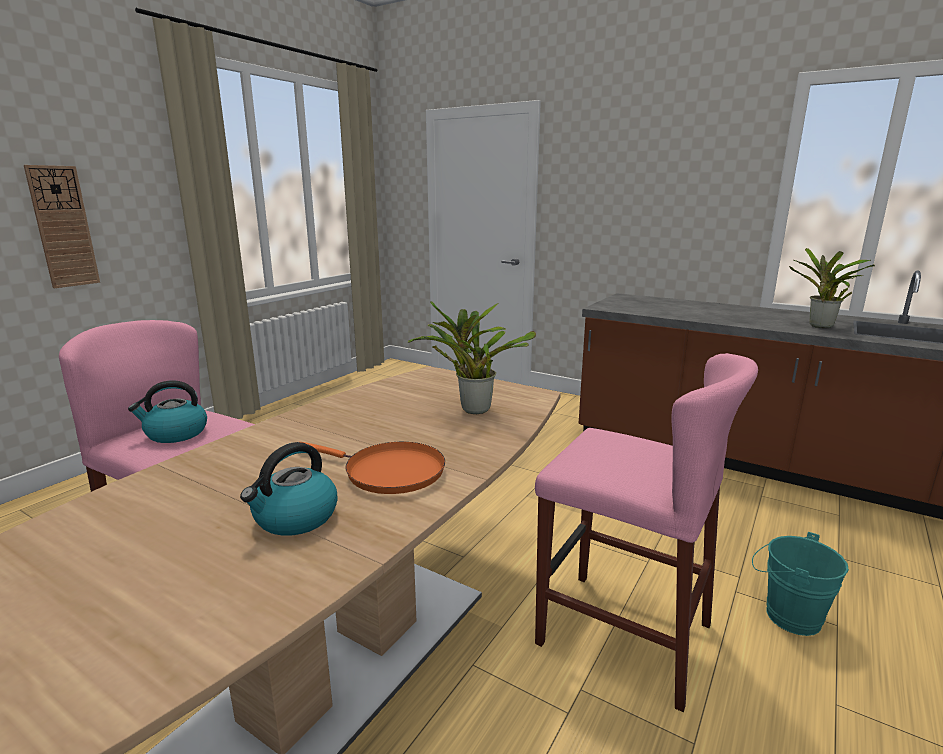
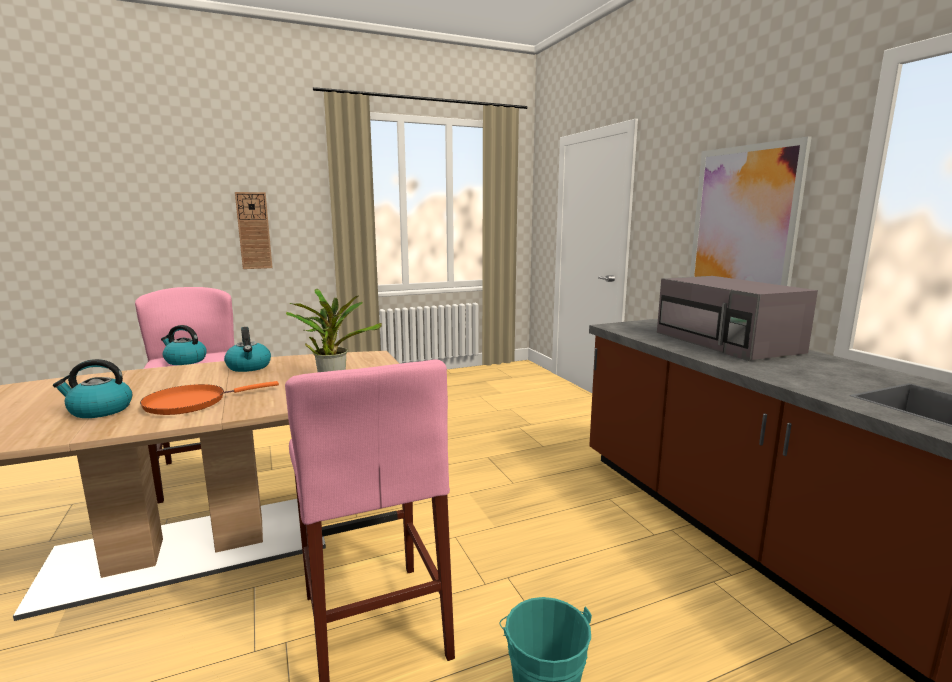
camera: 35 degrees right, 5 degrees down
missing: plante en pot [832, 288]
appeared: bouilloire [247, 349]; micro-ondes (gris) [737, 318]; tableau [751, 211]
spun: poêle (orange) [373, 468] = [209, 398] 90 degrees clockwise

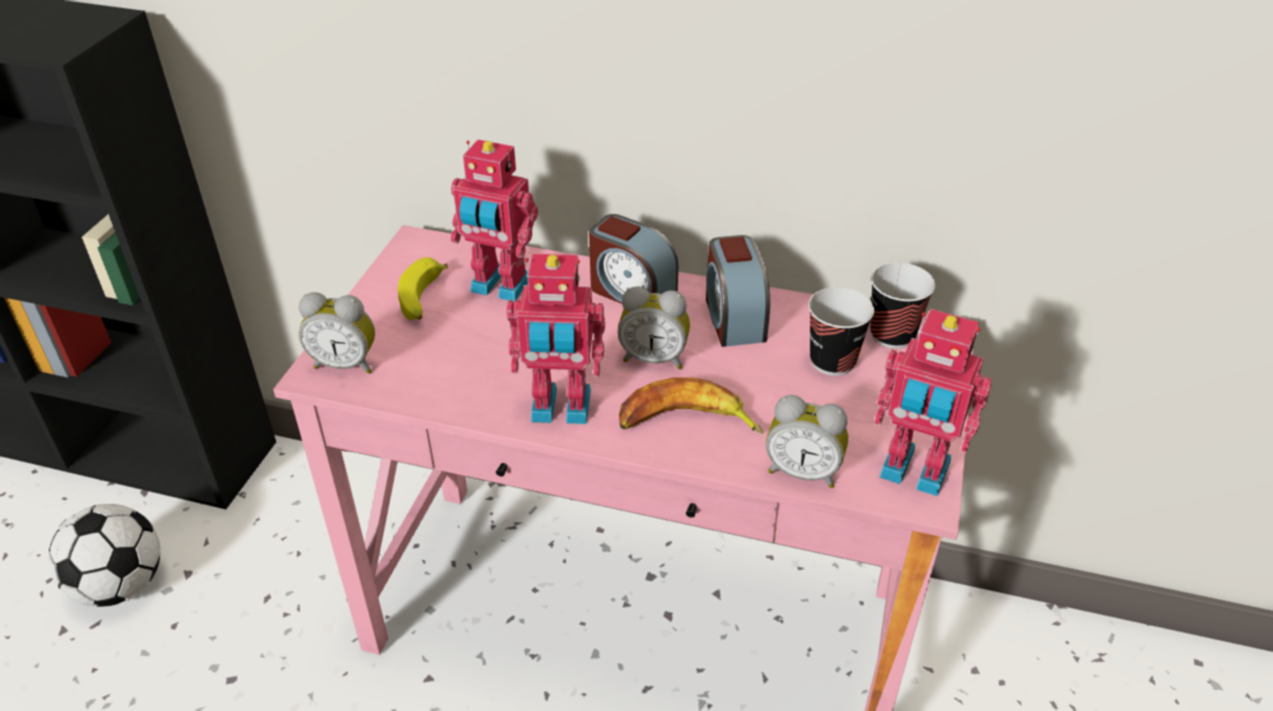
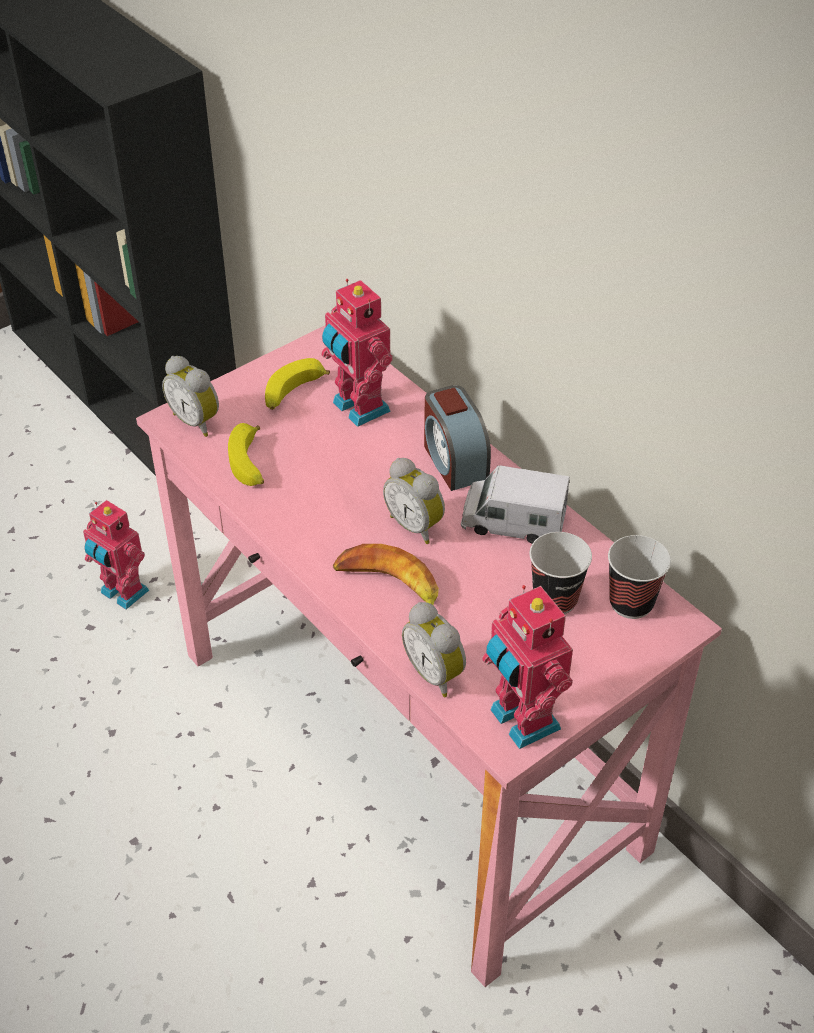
camera: 35 degrees right, 5 degrees up
missing: ballon de foot [104, 555]
appeared: banane [246, 454]
relocated: robot jouet [555, 339] to [116, 555]
exchanged: réveil [738, 291] to camion jouet [515, 504]

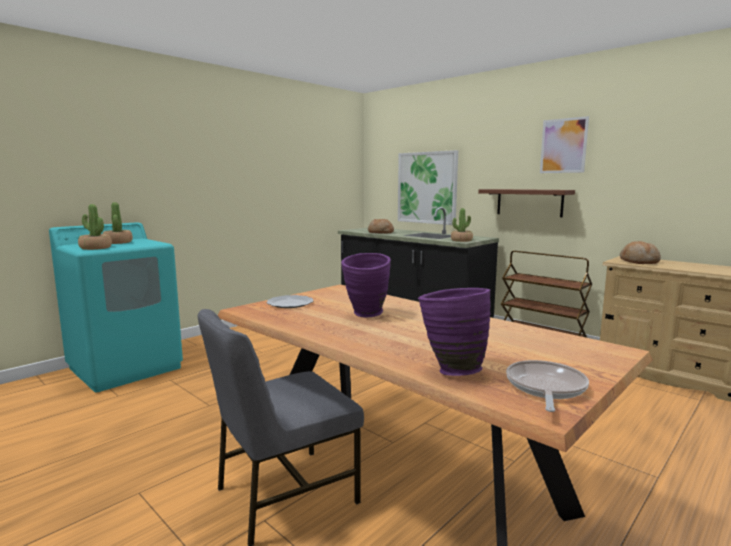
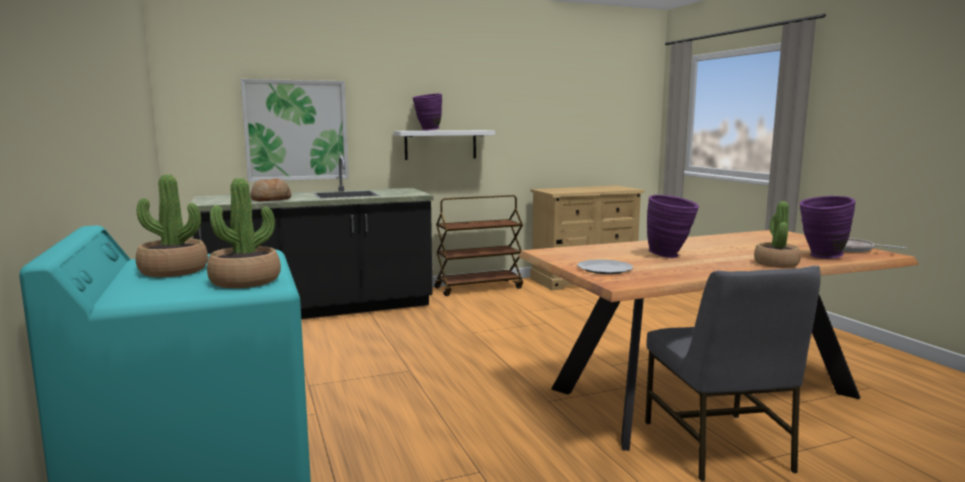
camera: 65 degrees left, 0 degrees up
missing: tableau [564, 144]; pain [640, 252]
appeared: vase (violet) [427, 112]
relocated: plante en pot [462, 225] to [777, 234]
colour: étagère (marron) [526, 203] to étagère (blanc) [444, 145]

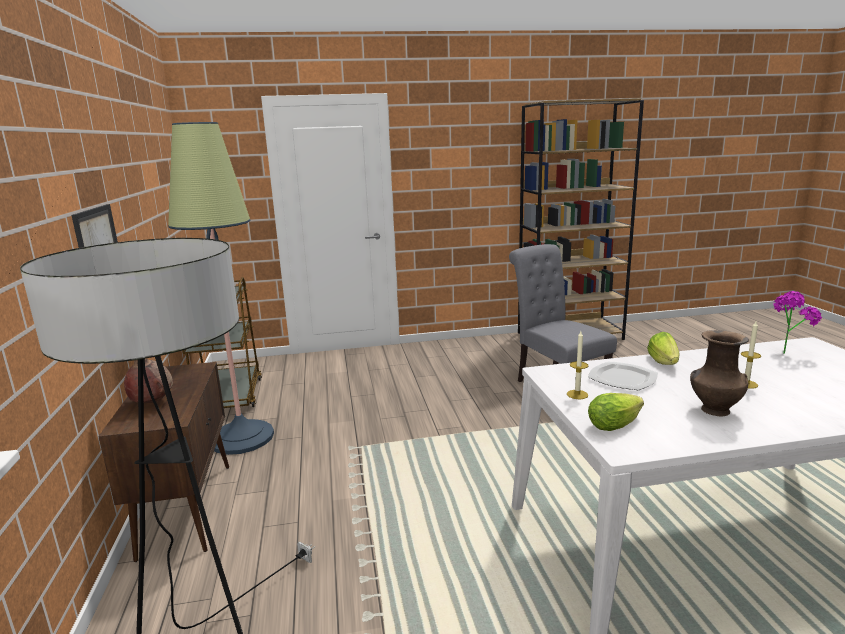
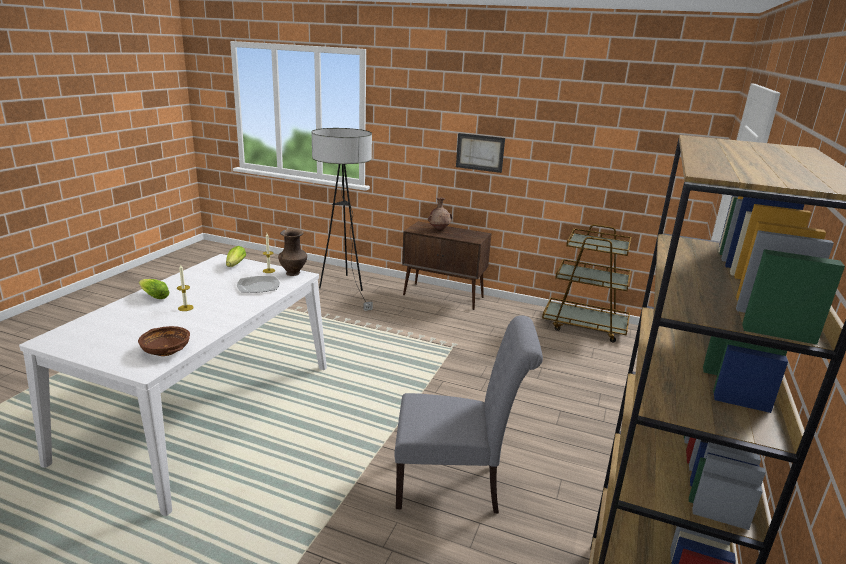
camera: 120 degrees right, 5 degrees up
missing: lampadaire [221, 288]
relocated: laitue [663, 348] to [154, 289]; vase (marron) [719, 373] to [292, 252]
exchanged: plante en pot [798, 322] to bol (marron) [164, 341]

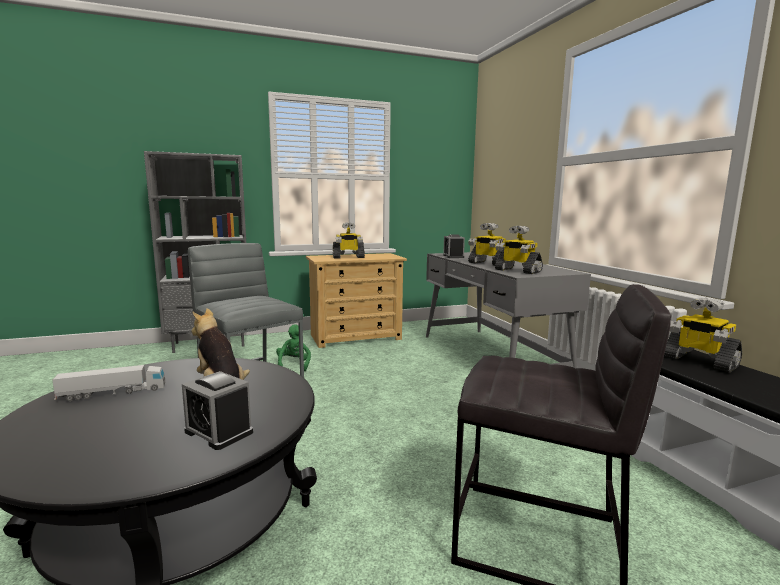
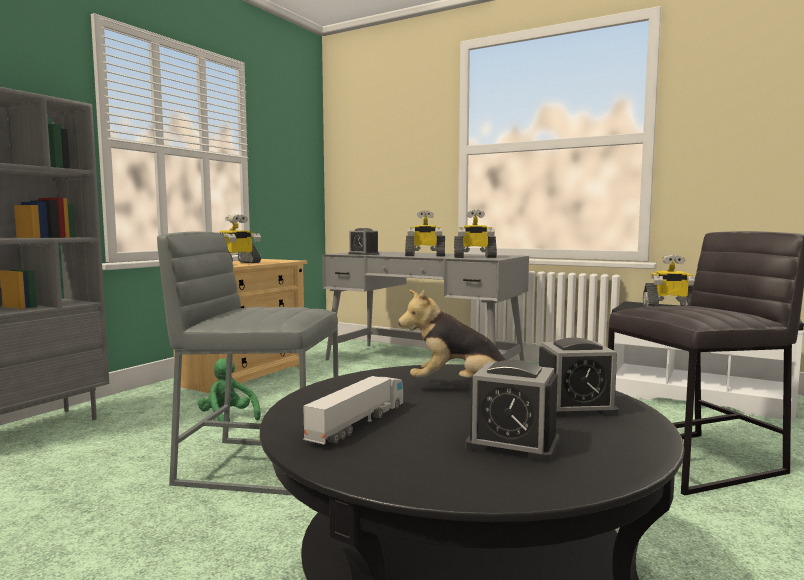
camera: 40 degrees left, 5 degrees down
appeared: réveil [512, 411]

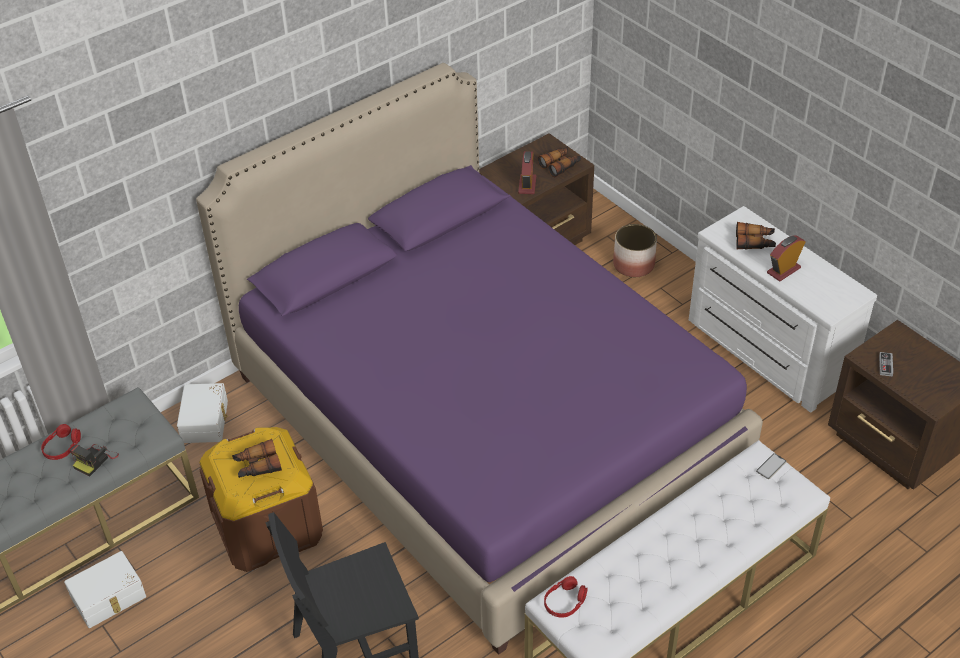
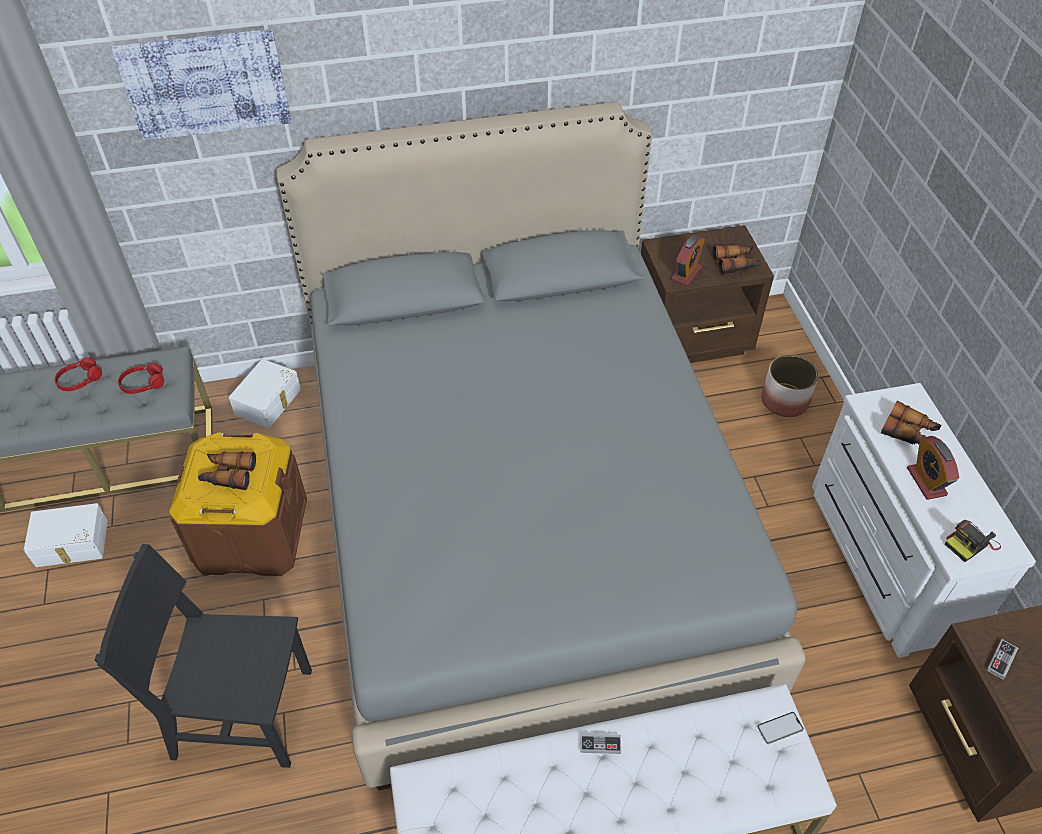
camera: 25 degrees right, 5 degrees up
appeared: tableau [202, 85]; manette [600, 744]
relocated: appareil photo [94, 460] to [973, 541]; casque audio (rouge) [566, 597] to [141, 378]
colour: lit (violet) [479, 359] to lit (gris) [541, 446]
spun: réveil [786, 258] = [933, 468] 90 degrees counterclockwise

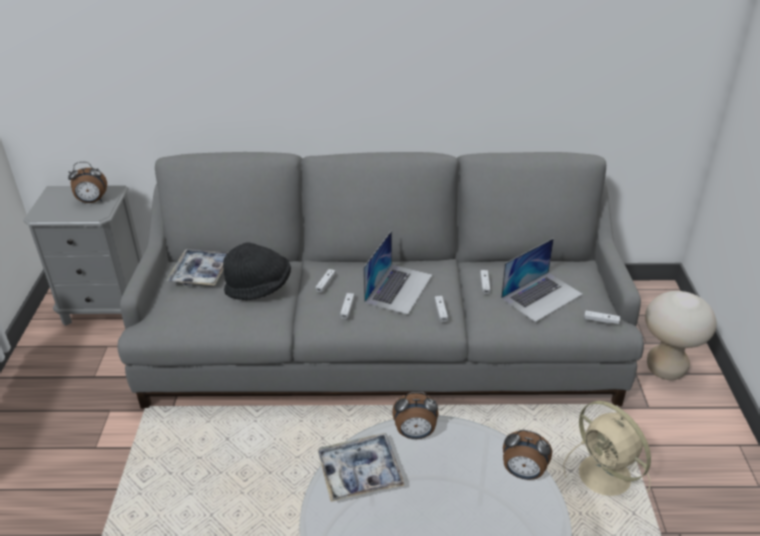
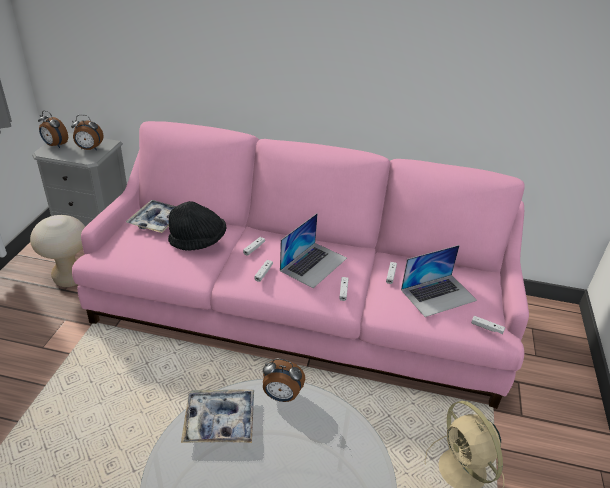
camera: 10 degrees right, 0 degrees up
relocated: réveil [527, 455] to [53, 129]; tabouret (beige) [681, 335] to [57, 251]
colour: canapé (gris) [380, 280] to canapé (rose) [300, 265]

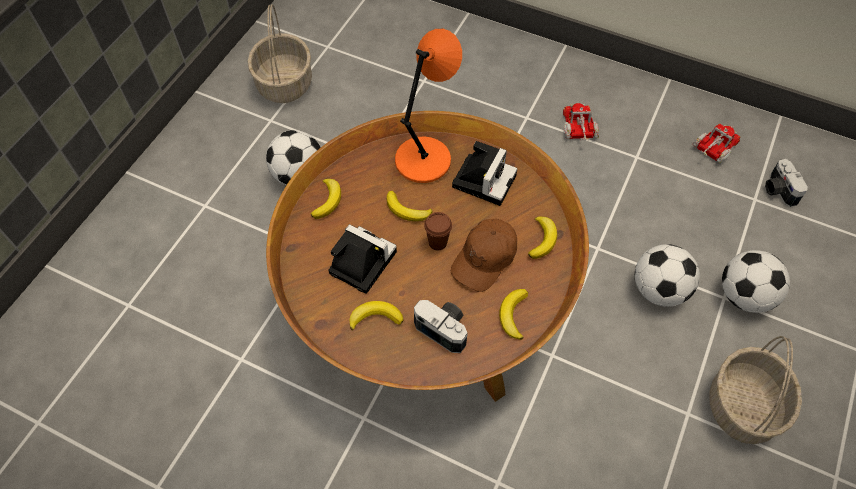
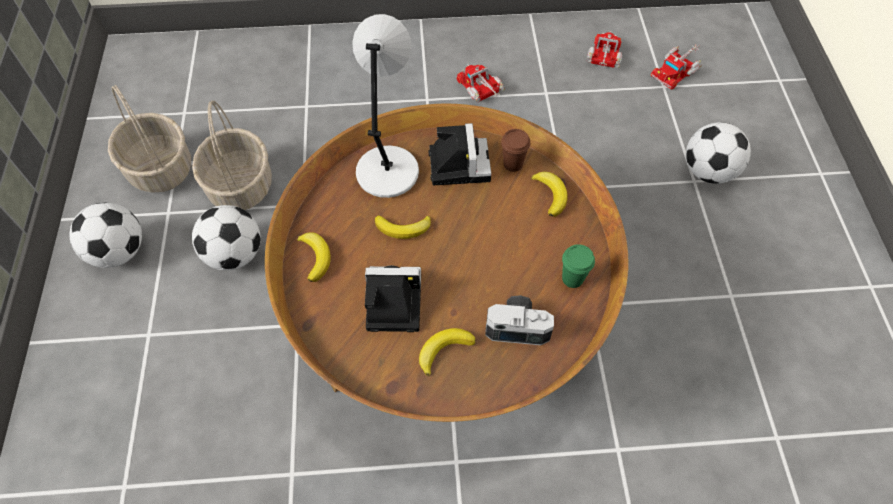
camera: 30 degrees left, 0 degrees up
missing: casquette (marron) [484, 255]
relocated: tasse (marron) [438, 231] to [515, 150]; ballon de foot [667, 275] to [106, 235]; panier [755, 390] to [232, 155]
exchanged: banane [513, 314] to tasse (vert) [578, 266]; appareil photo [786, 183] to camion jouet [676, 66]
colour: lampe de table (orange) [428, 106] to lampe de table (gris) [385, 106]

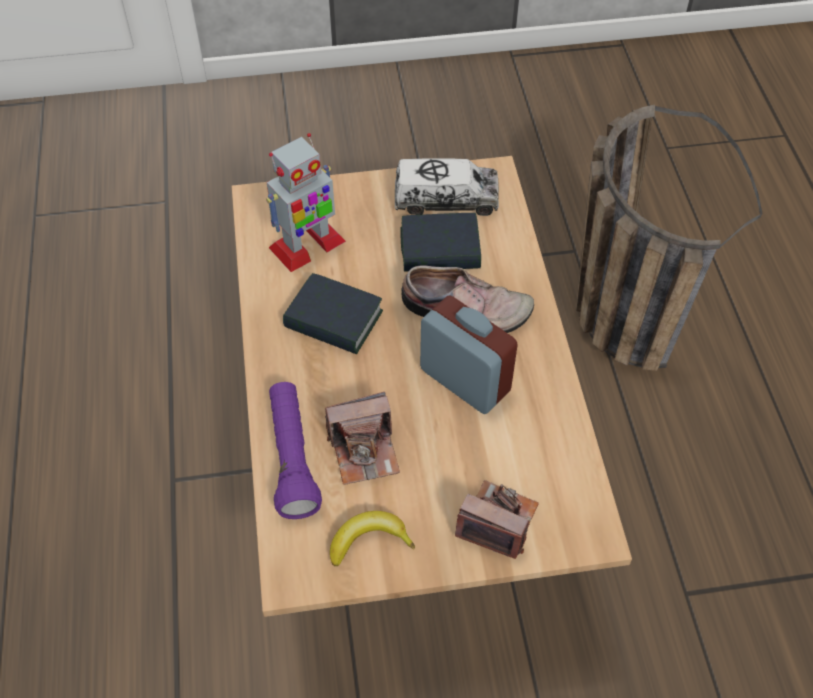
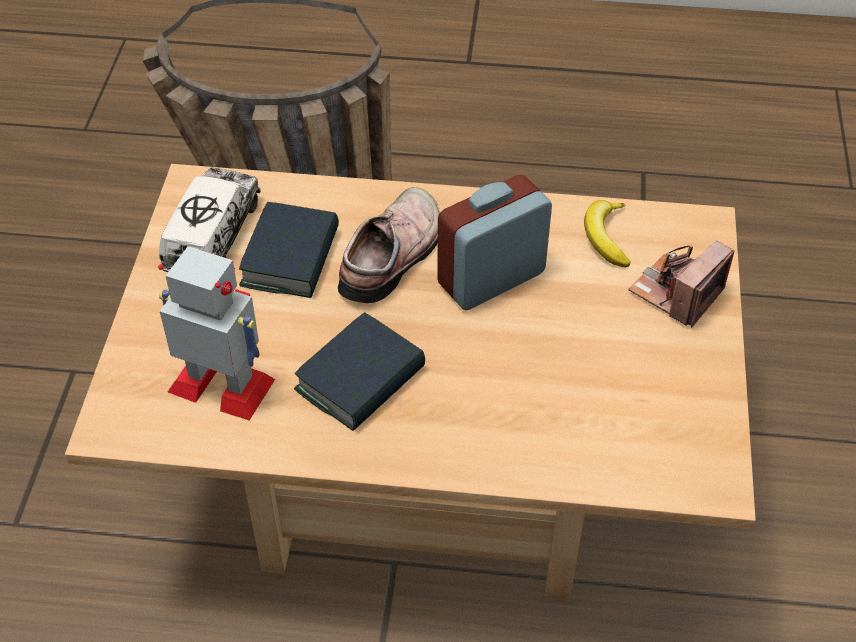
camera: 75 degrees left, 5 degrees down
missing: lampe de poche (violet) [295, 450]; appareil photo [362, 438]
relocated: banane [372, 538] to [607, 233]
spun: robot jouet [306, 202] = [216, 333] 45 degrees counterclockwise

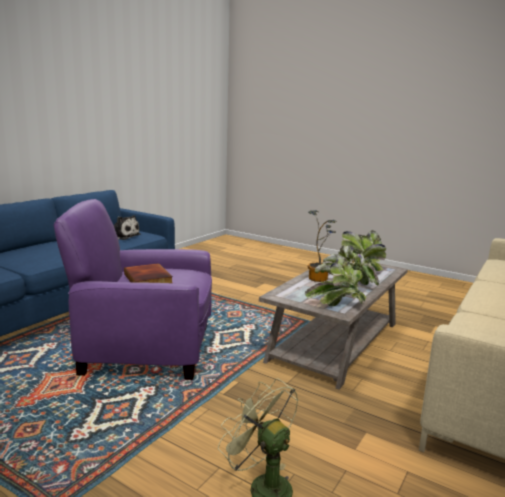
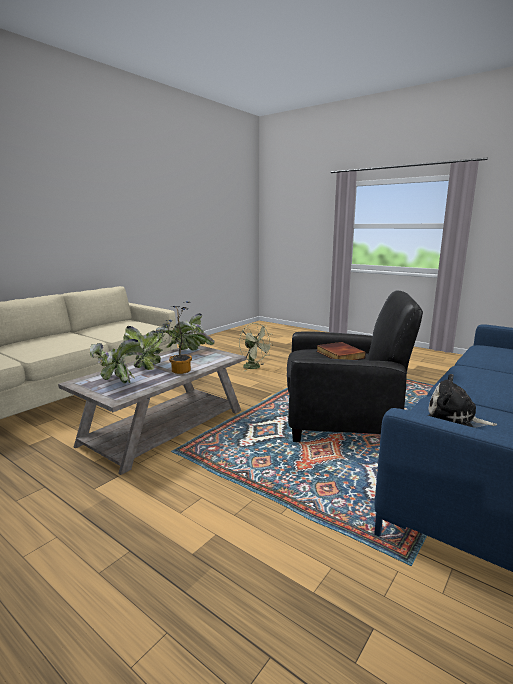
camera: 175 degrees left, 0 degrees up
colour: fauteuil (violet) [133, 289] to fauteuil (noir) [355, 366]

